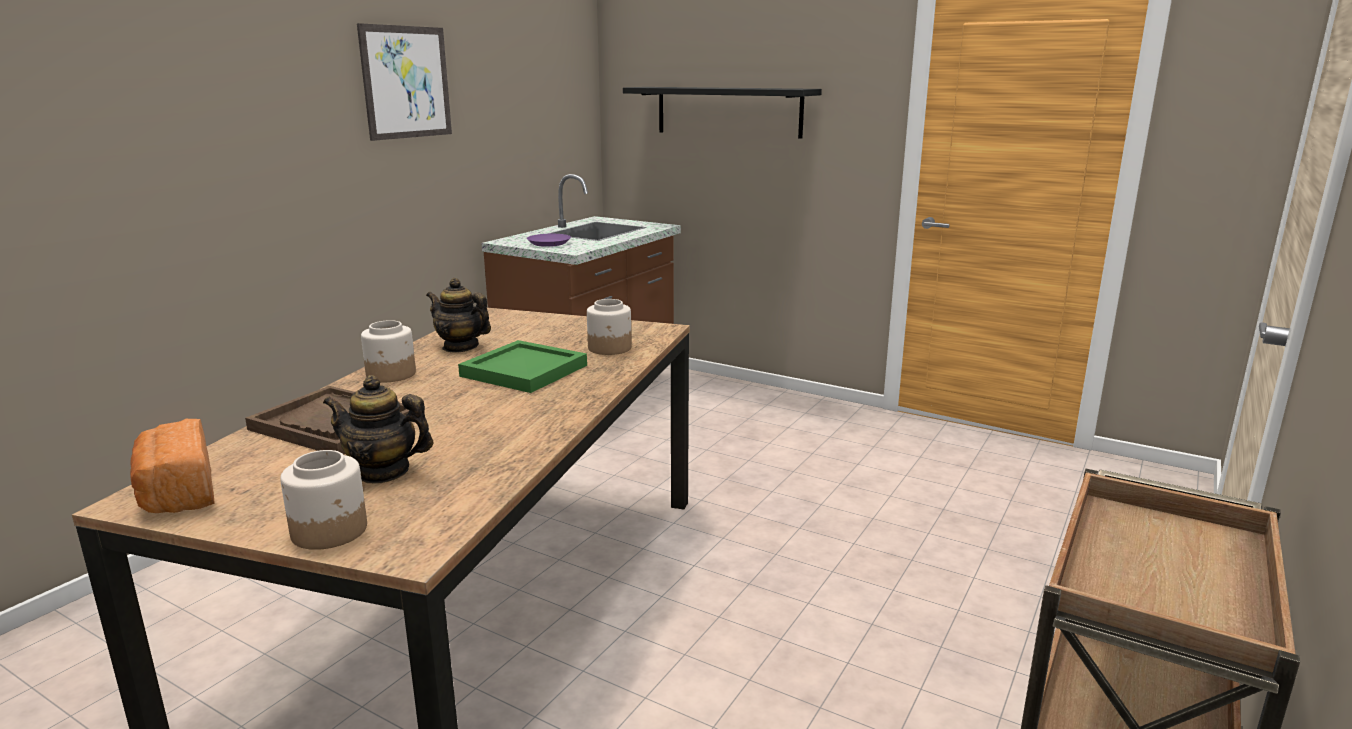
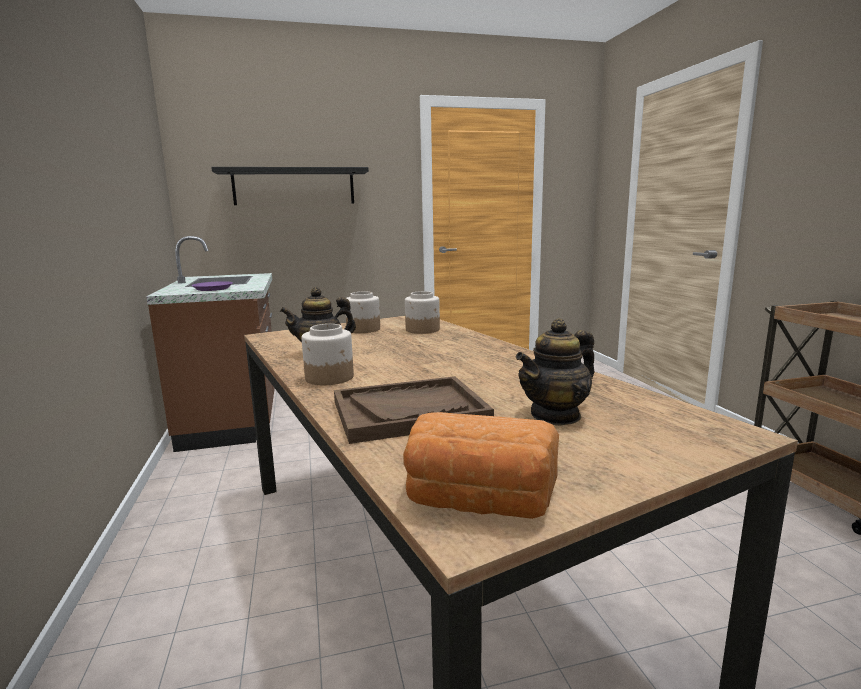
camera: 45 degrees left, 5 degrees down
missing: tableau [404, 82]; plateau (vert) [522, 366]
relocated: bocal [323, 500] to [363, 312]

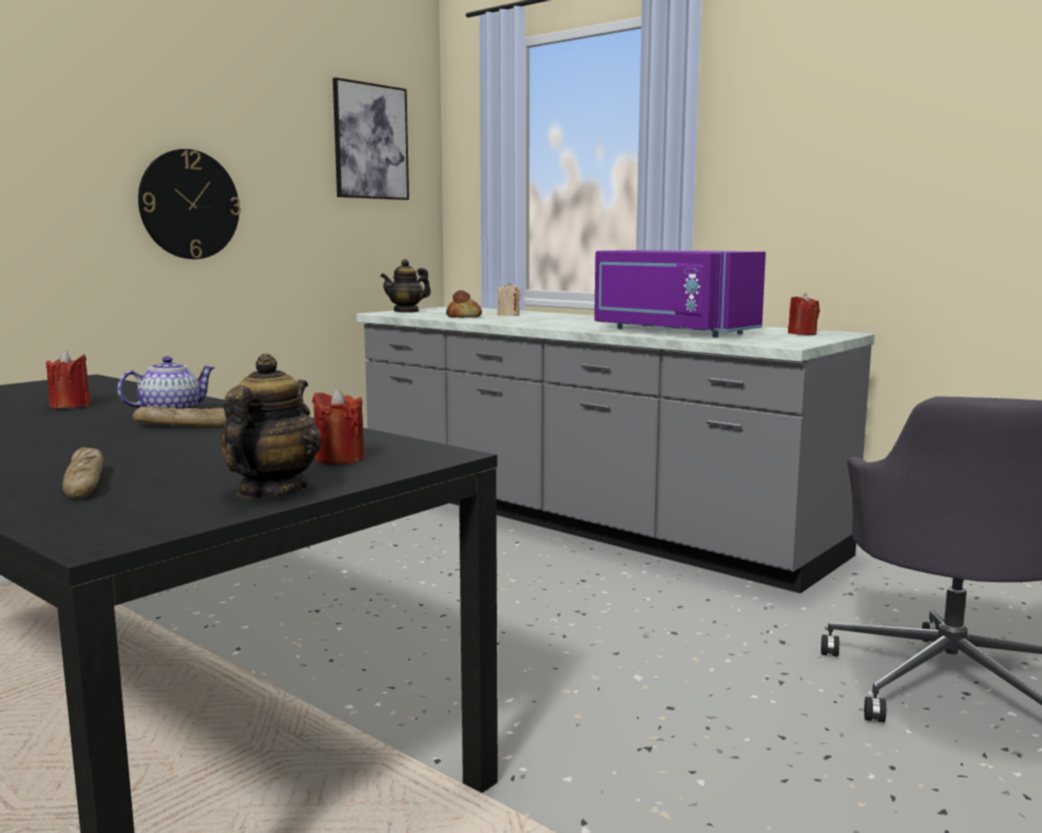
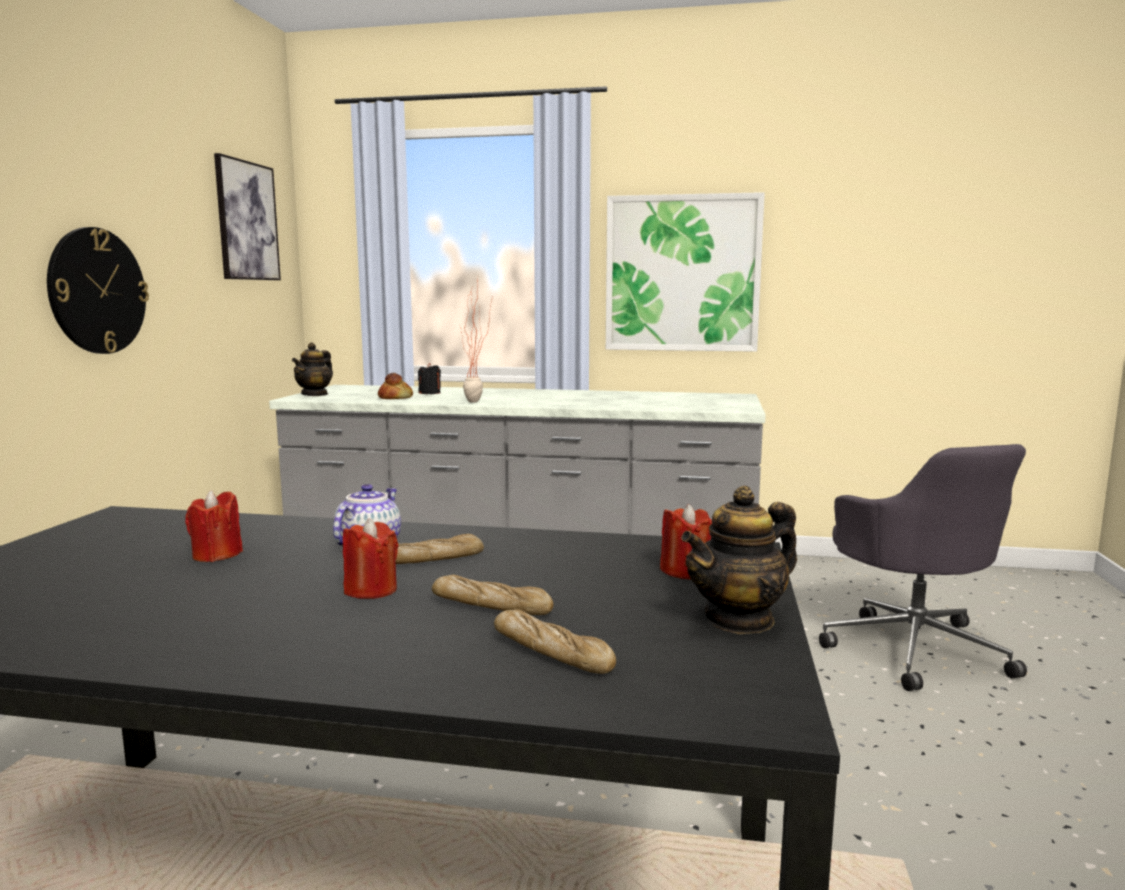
camera: 30 degrees left, 0 degrees up
missing: micro-ondes (violet) [680, 293]
appeared: pain [492, 595]; plante en pot [476, 340]; tableau [685, 272]
relocated: bougie (rouge) [804, 314] to [370, 559]
colour: bougie (beige) [509, 299] to bougie (noir) [429, 378]
spun: théière [271, 425] = [739, 560] 105 degrees counterclockwise

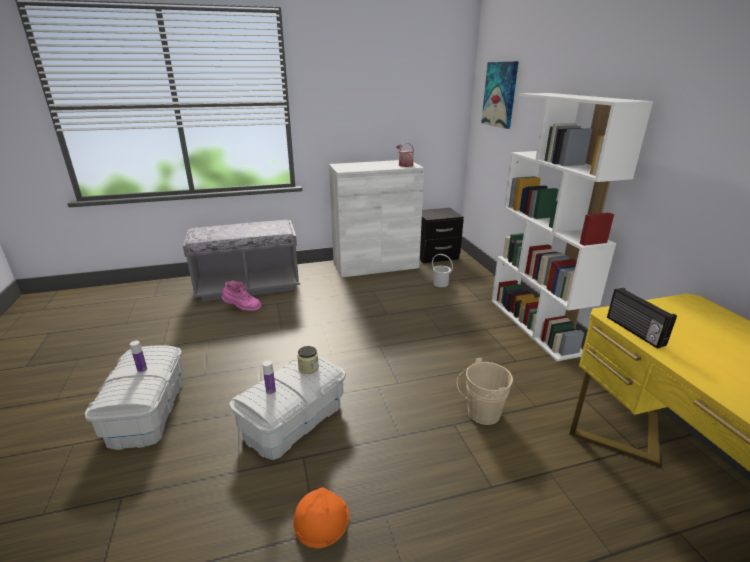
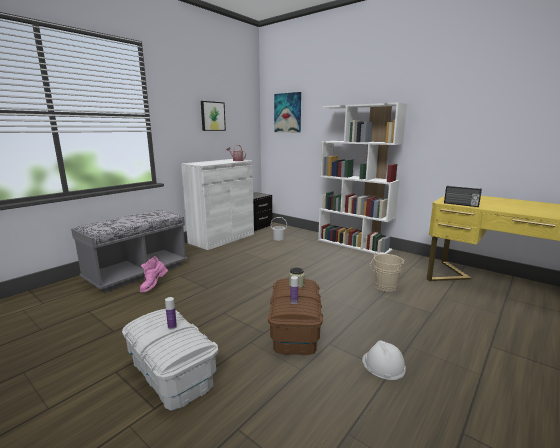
camera: 35 degrees left, 10 degrees down
appeared: tableau [213, 116]
colour: boîte de rangement (blanc) [287, 408] to boîte de rangement (marron) [295, 316]; casque de chantier (orange) [321, 518] to casque de chantier (blanc) [384, 360]
spun: botte (rose) [241, 295] = [154, 274] 150 degrees clockwise

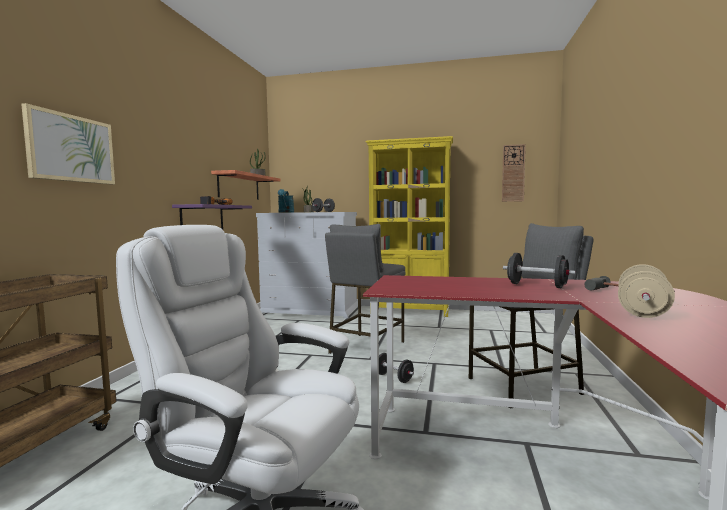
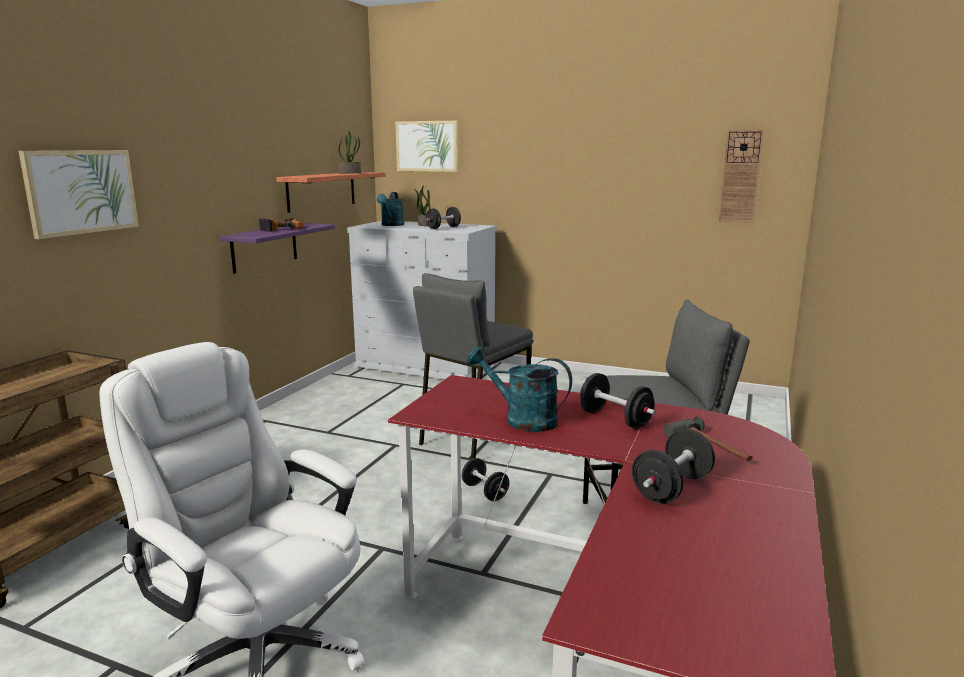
camera: 10 degrees right, 10 degrees up
missing: bibliothèque (jaune) [409, 226]
appeared: tableau [427, 146]; arrosoir (turquoise) [519, 389]
colour: haltère (beige) [646, 291] to haltère (noir) [673, 466]

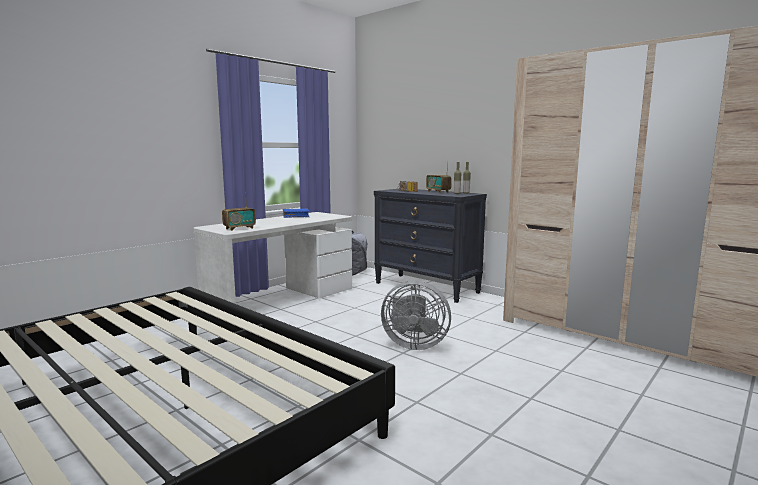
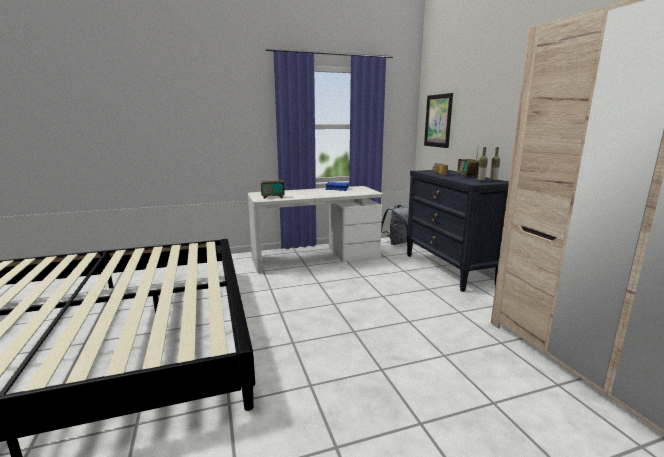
camera: 30 degrees right, 5 degrees up
missing: ventilateur (gris) [416, 315]
appeared: tableau [438, 120]

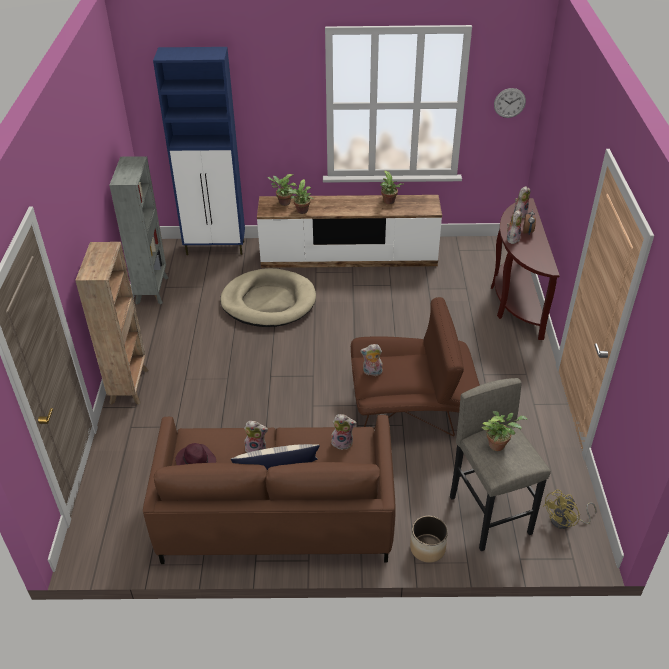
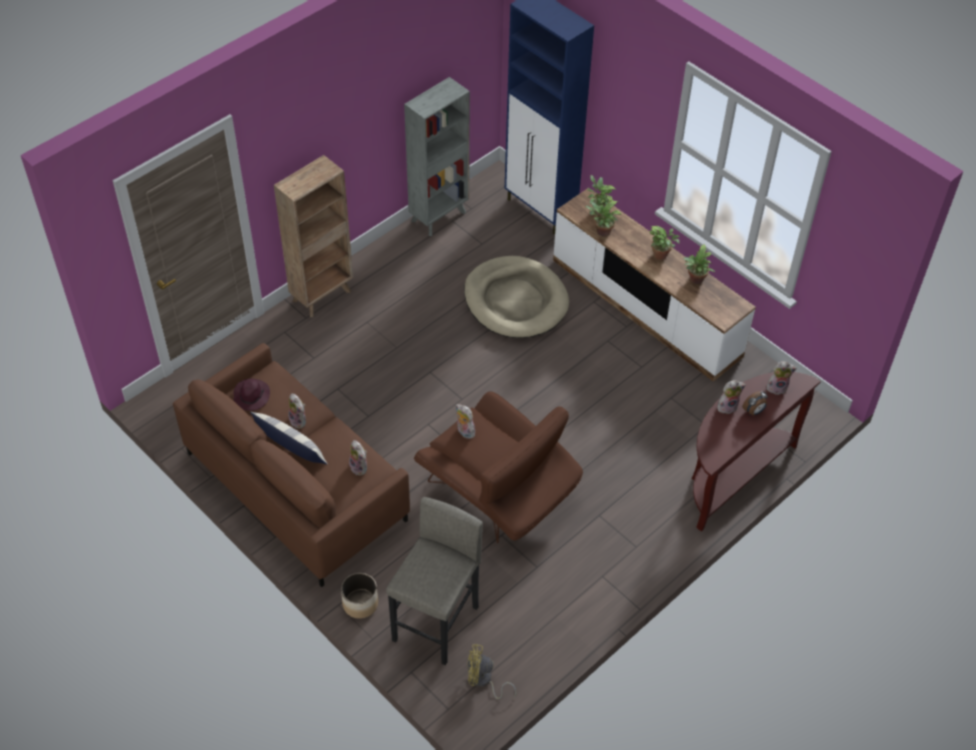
camera: 45 degrees right, 10 degrees up
missing: horloge murale [510, 103]
relocated: plante en pot [504, 431] to [665, 243]

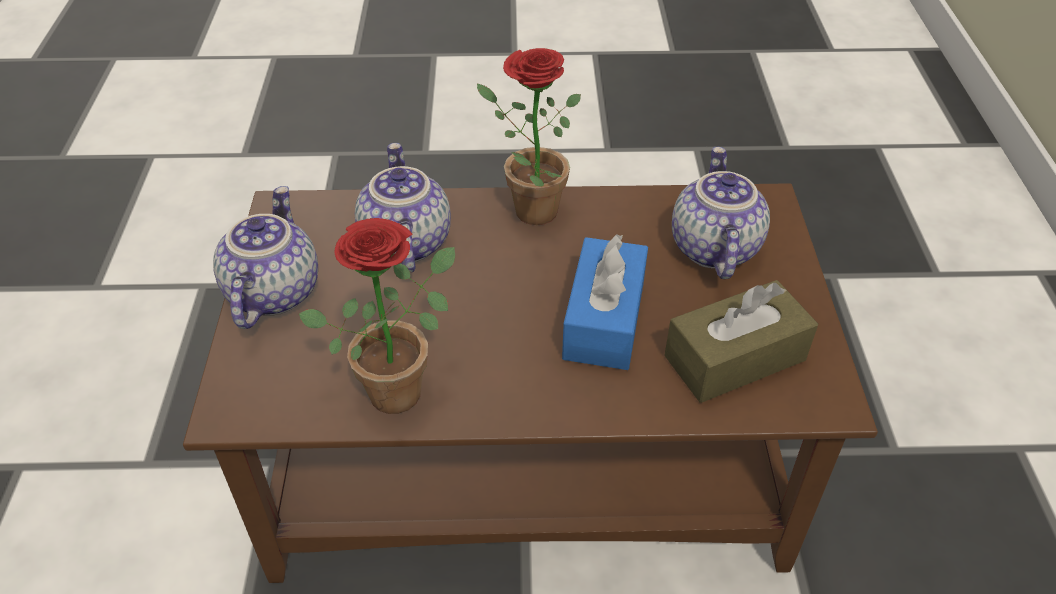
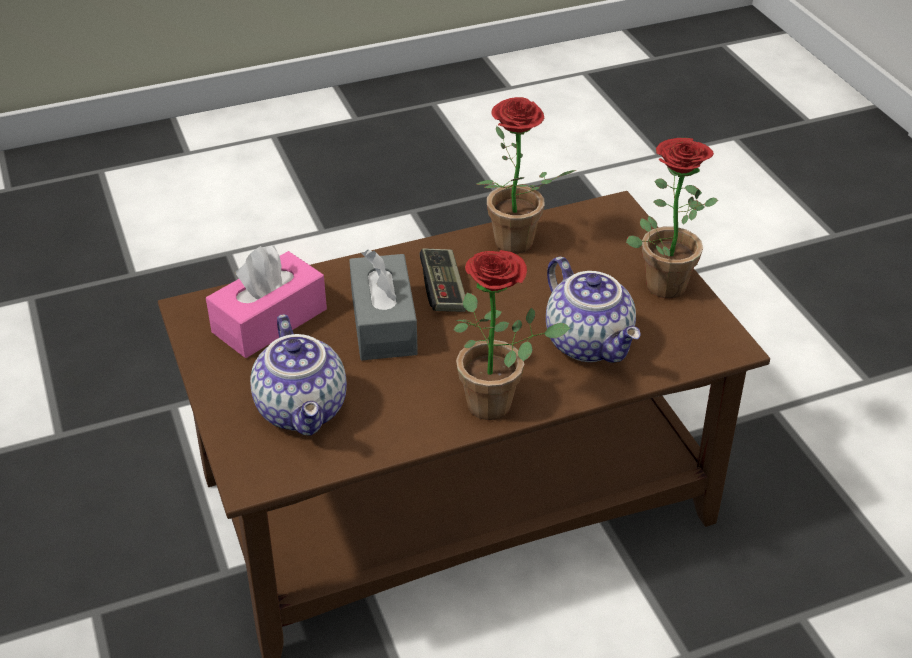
camera: 160 degrees right, 5 degrees down
appeared: manette [443, 280]
exchanged: théière [265, 257] to plante en pot [672, 218]
colour: boîte à mouchoirs (bleu) [605, 302] to boîte à mouchoirs (gris) [383, 305]; boîte à mouchoirs (marron) [741, 341] to boîte à mouchoirs (rose) [266, 302]

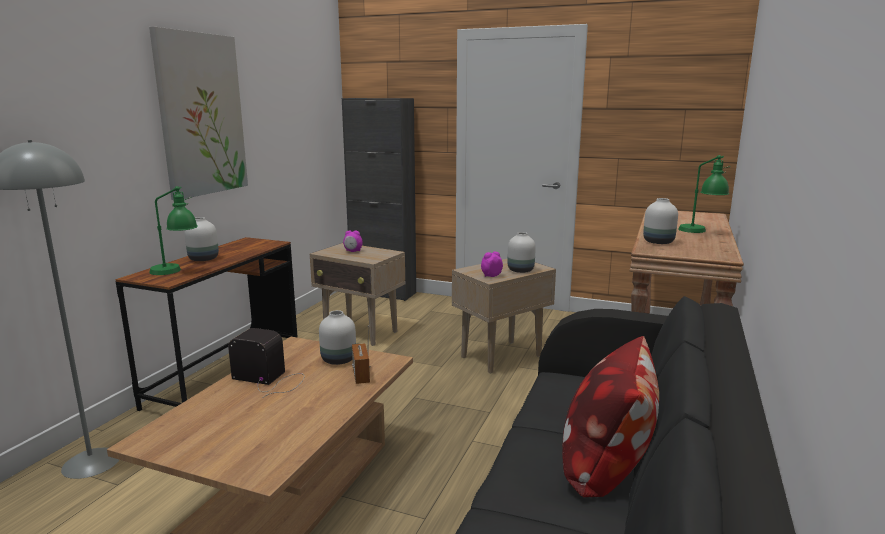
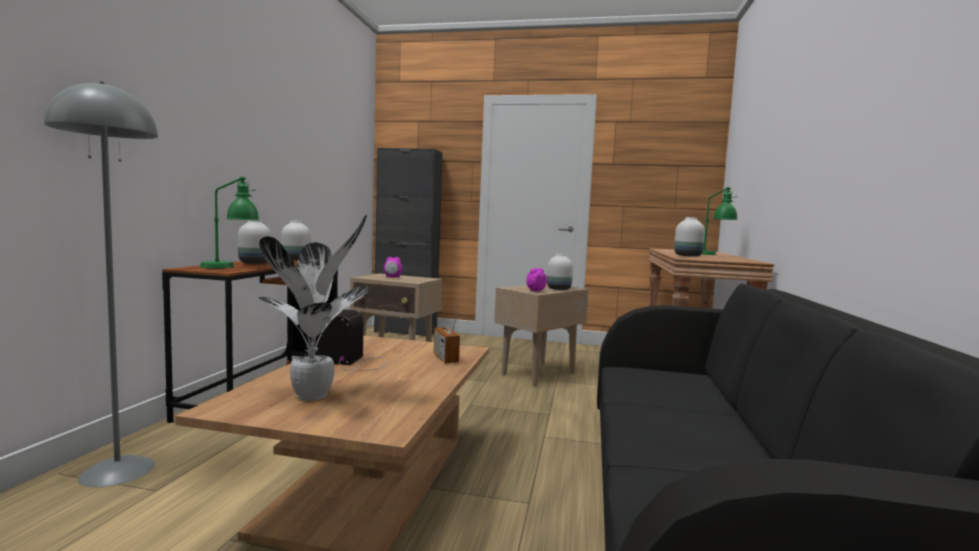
camera: 10 degrees left, 10 degrees down
missing: tableau [198, 113]; coussin [610, 416]
appeared: plante en pot [313, 307]
relocated: vase (blanc) [337, 337] to [296, 240]

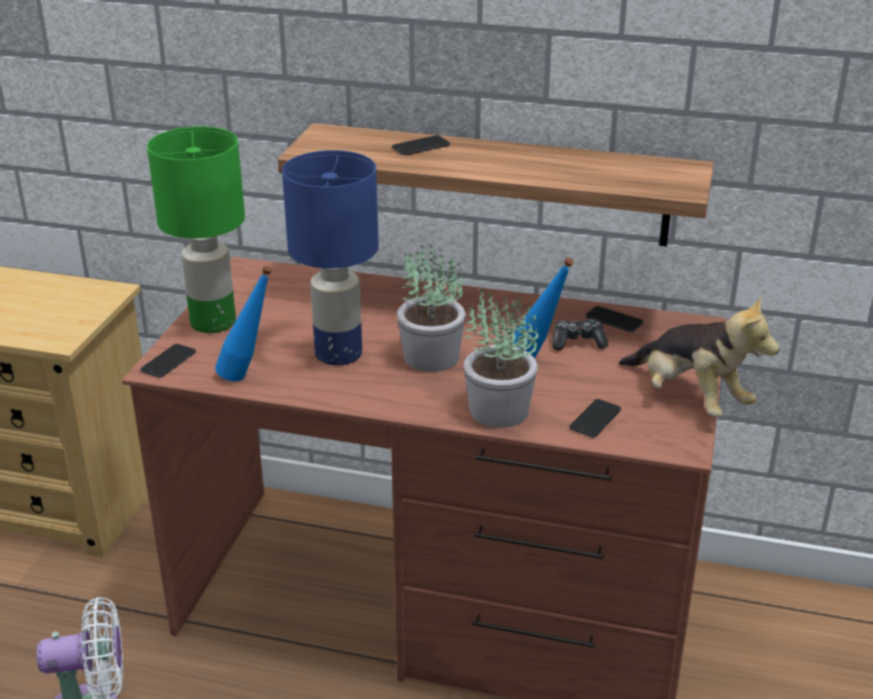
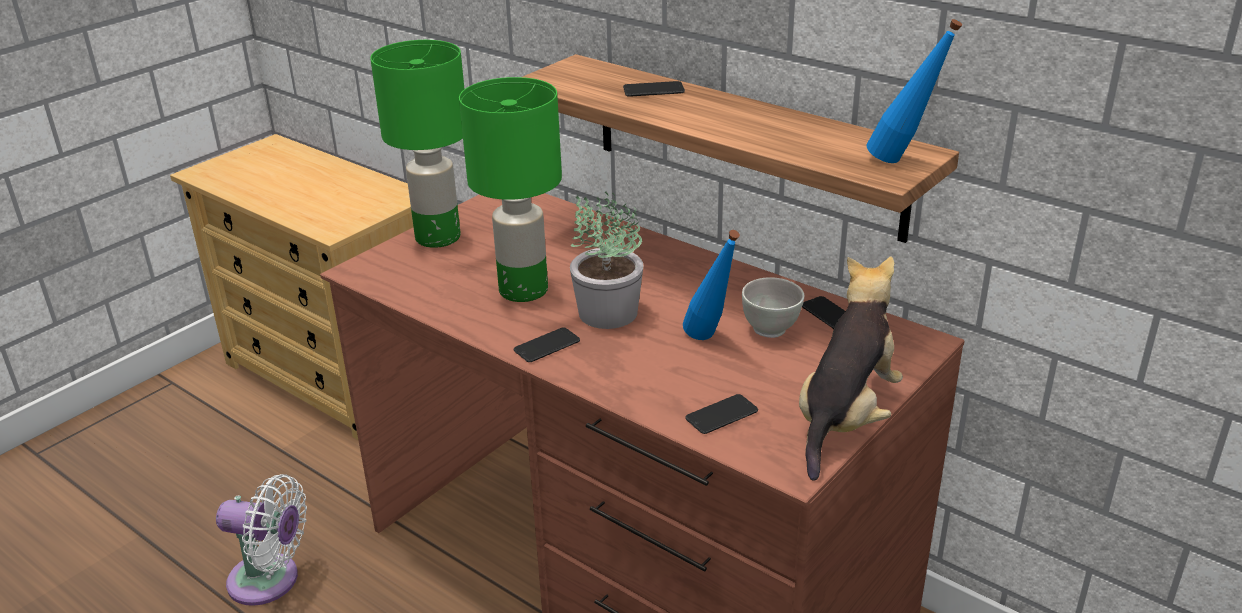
camera: 25 degrees right, 0 degrees up
missing: plante en pot [501, 358]
relocated: téléphone [168, 360] to [547, 344]; bouteille (bleu) [243, 324] to [914, 91]
exchanged: manette [580, 334] to bol (blanc) [773, 307]
colour: lampe de table (bleu) [330, 257] to lampe de table (vert) [510, 189]
spun: peluche [699, 356] = [851, 369] 135 degrees counterclockwise

